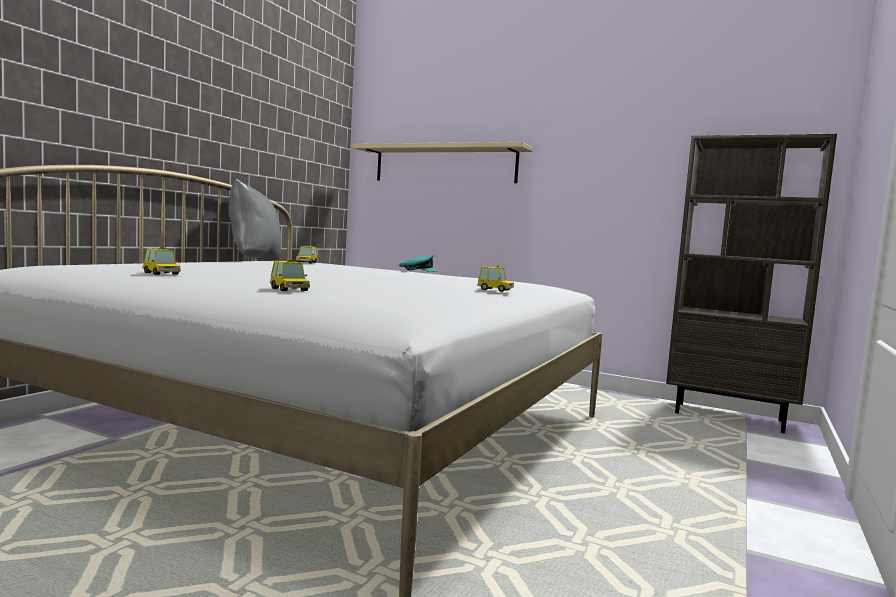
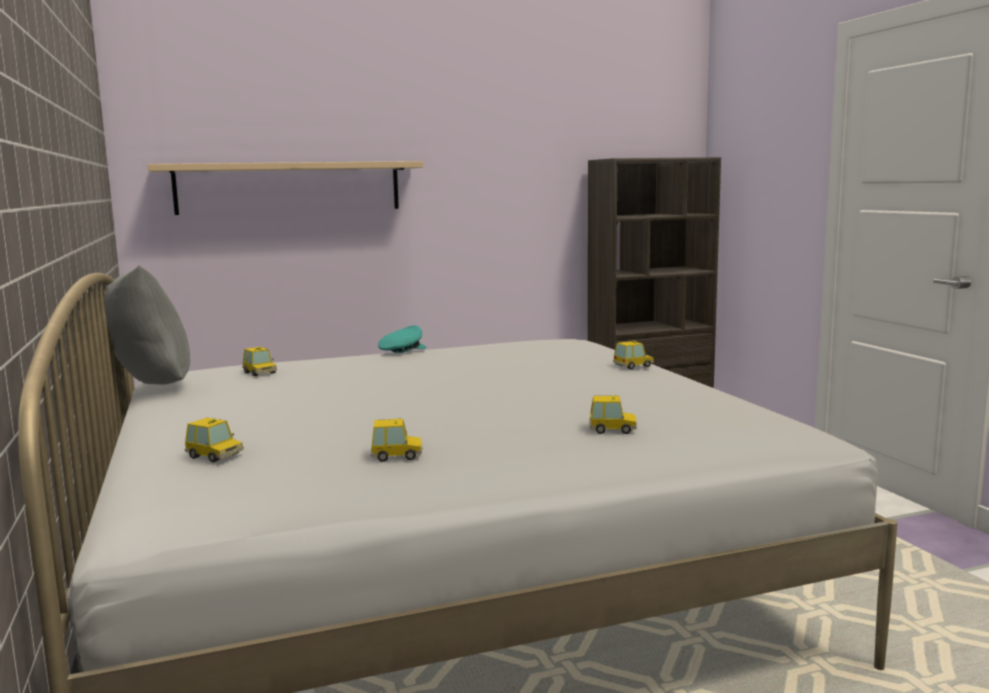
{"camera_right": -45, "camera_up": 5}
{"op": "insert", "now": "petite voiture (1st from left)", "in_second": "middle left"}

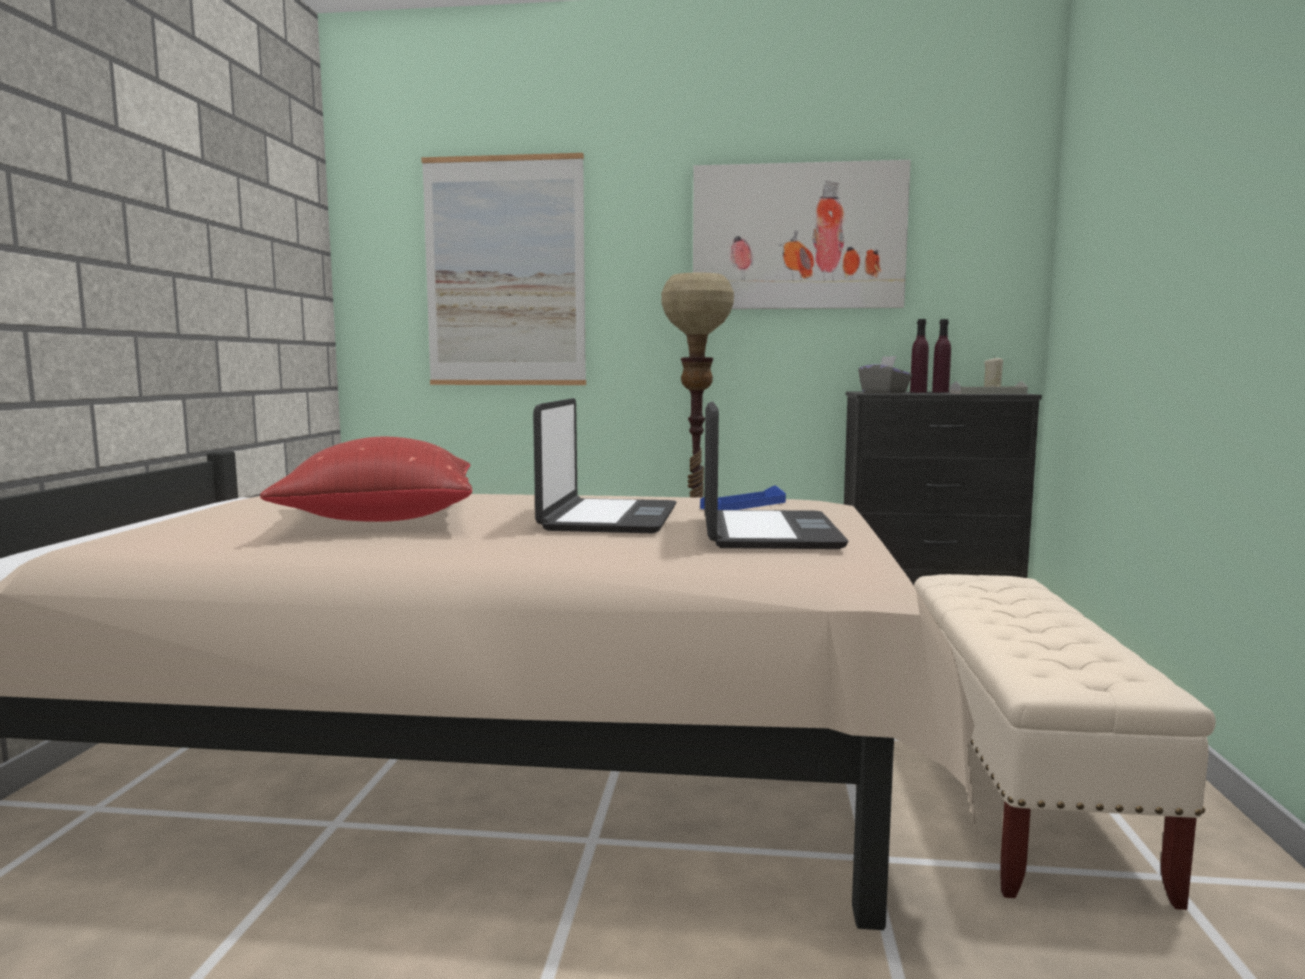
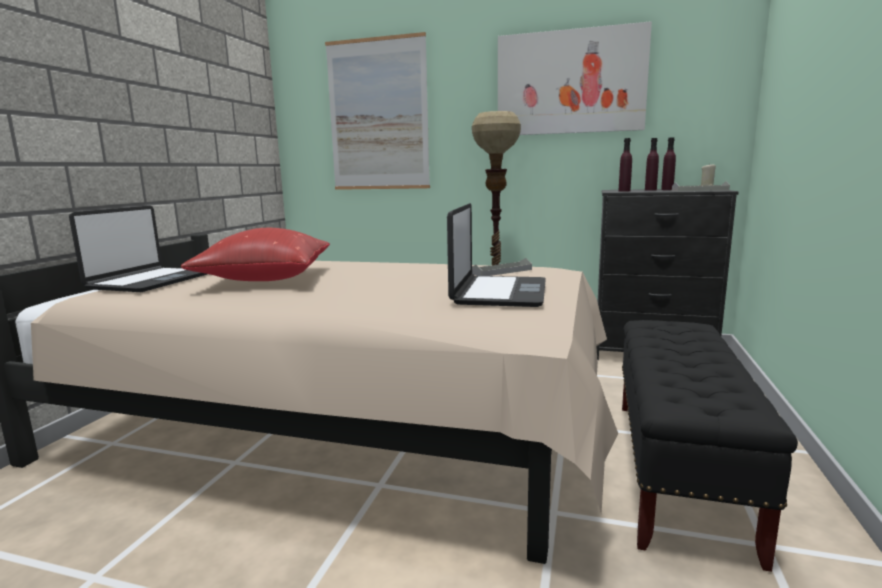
{"camera_right": 10, "camera_up": 5}
{"op": "move", "was": "ordinateur portable (1st from left)", "in_first": "centre", "in_second": "middle left"}
{"op": "recolor", "was": "plateau (bleu)", "now": "plateau (gris) (1st from left)", "in_first": "centre", "in_second": "centre"}
{"op": "replace", "was": "boîte à mouchoirs (gris)", "now": "bouteille (violet) (1st from left)", "in_first": "middle right", "in_second": "top right"}
{"op": "recolor", "was": "banc (beige)", "now": "banc (noir)", "in_first": "bottom right", "in_second": "bottom right"}

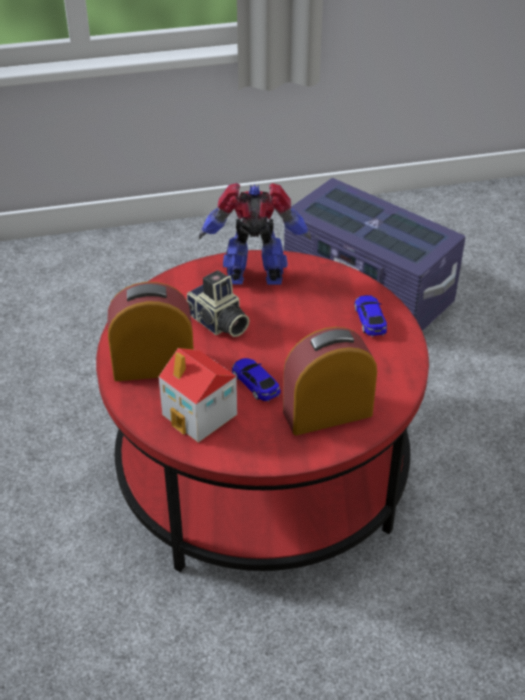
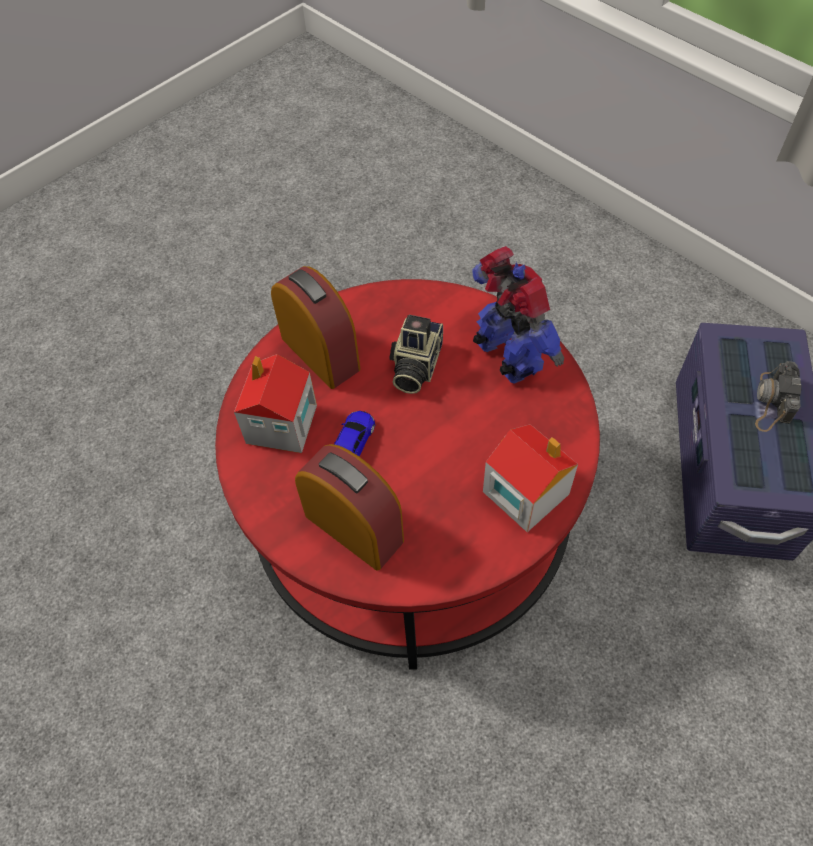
{"camera_right": 60, "camera_up": 15}
{"op": "replace", "was": "petite voiture (2nd from left)", "now": "maison miniature (2nd from left)", "in_first": "middle right", "in_second": "centre"}
{"op": "insert", "now": "appareil photo (2nd from left)", "in_second": "middle right"}

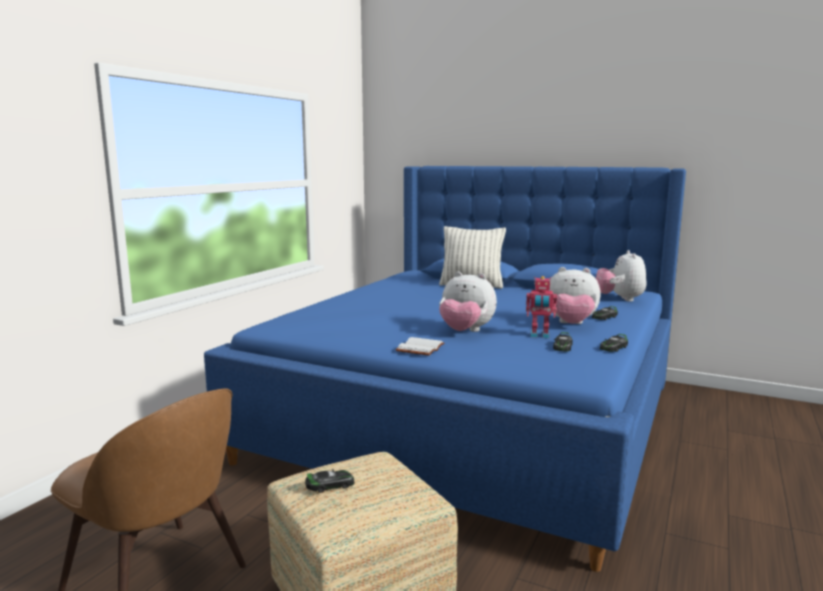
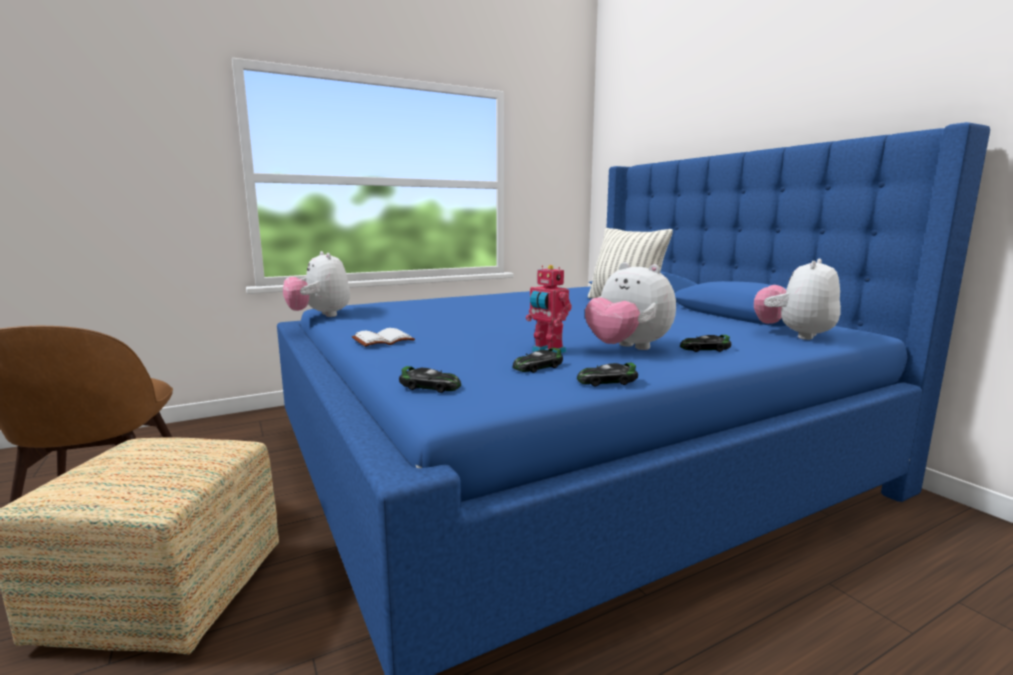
{"camera_right": 35, "camera_up": 0}
{"op": "move", "was": "petite voiture (1st from left)", "in_first": "bottom centre", "in_second": "centre"}
{"op": "move", "was": "peluche (1st from left)", "in_first": "centre", "in_second": "middle left"}

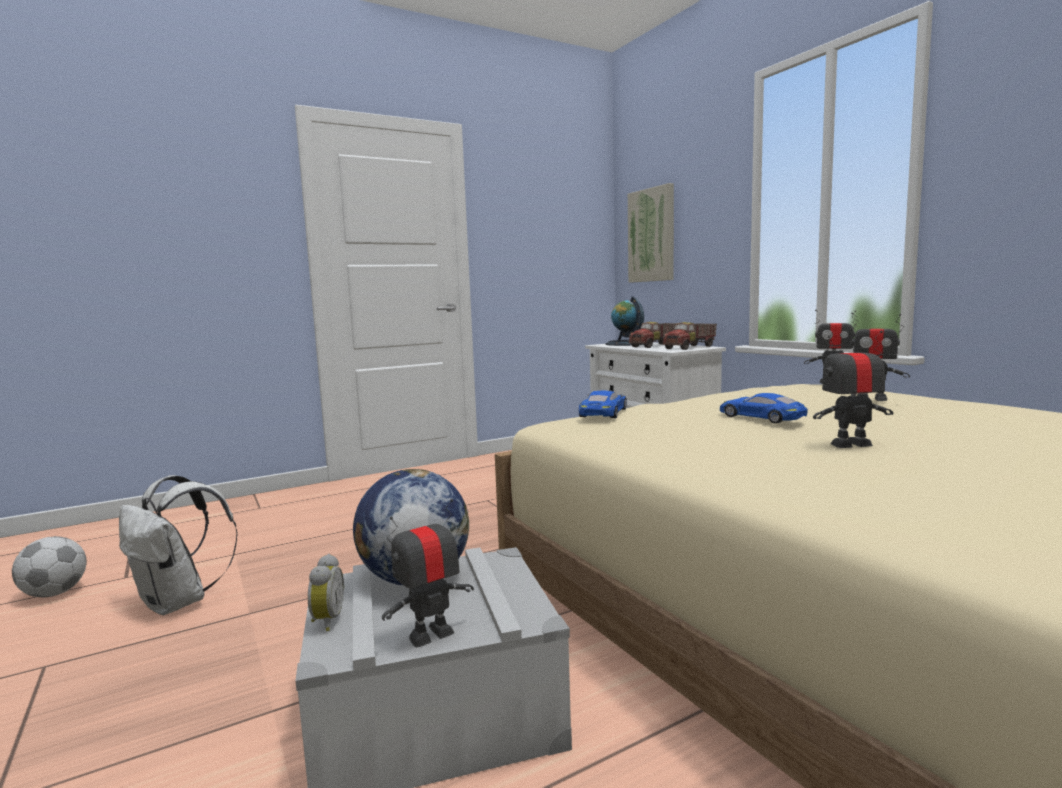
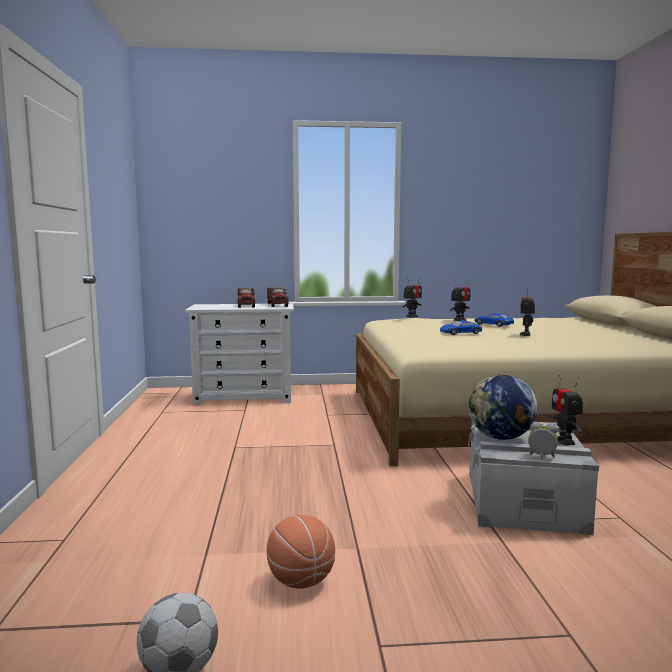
{"camera_right": -65, "camera_up": 0}
{"op": "replace", "was": "sac à dos (blanc)", "now": "ballon de basket", "in_first": "bottom left", "in_second": "bottom centre"}
{"op": "move", "was": "petite voiture (bleu) (1st from left in the first image)", "now": "petite voiture (bleu) (2nd from left)", "in_first": "centre", "in_second": "middle right"}
{"op": "delete", "was": "globe (2nd from left)", "in_first": "centre"}
{"op": "delete", "was": "tableau", "in_first": "top centre"}

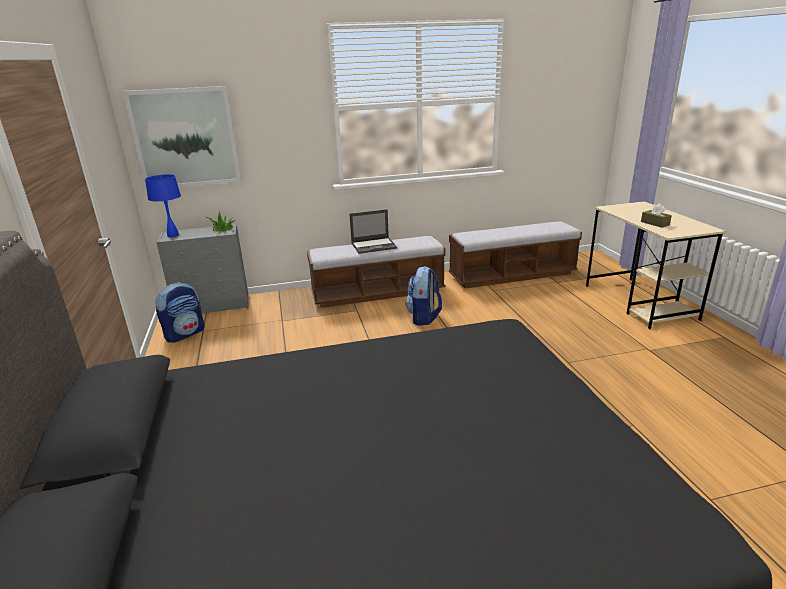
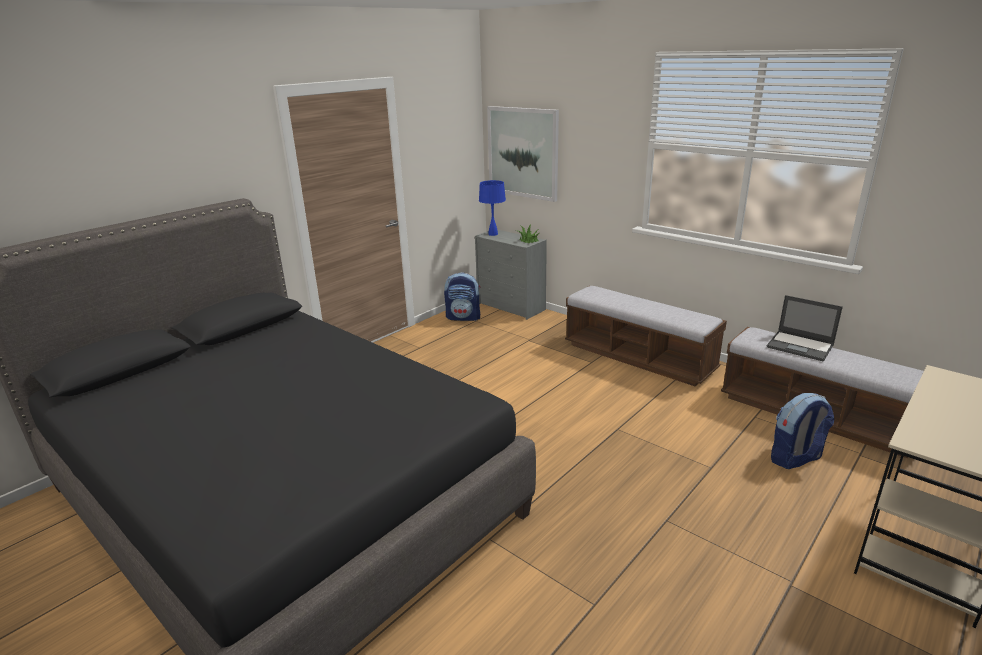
{"camera_right": 55, "camera_up": 0}
{"op": "move", "was": "ordinateur portable", "in_first": "centre", "in_second": "middle right"}
{"op": "move", "was": "sac à dos (2nd from left)", "in_first": "centre", "in_second": "middle right"}
{"op": "delete", "was": "boîte à mouchoirs (marron)", "in_first": "middle right"}

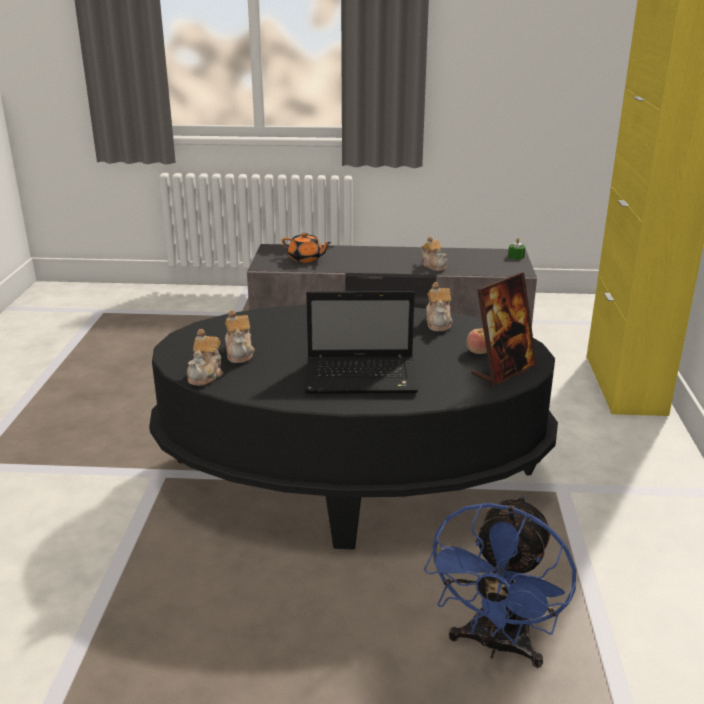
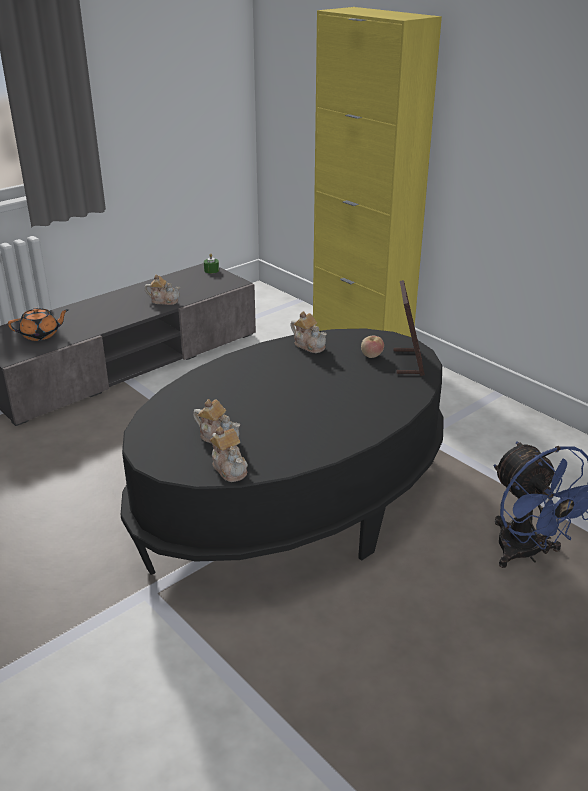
{"camera_right": -45, "camera_up": 5}
{"op": "delete", "was": "ordinateur portable", "in_first": "centre"}

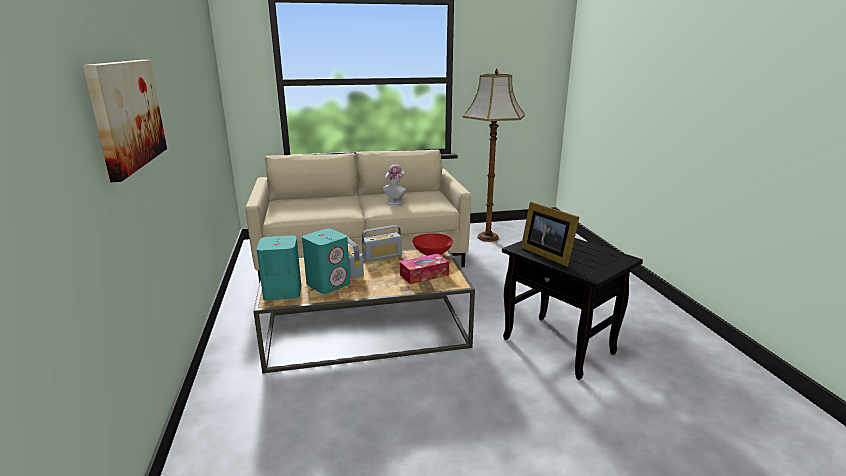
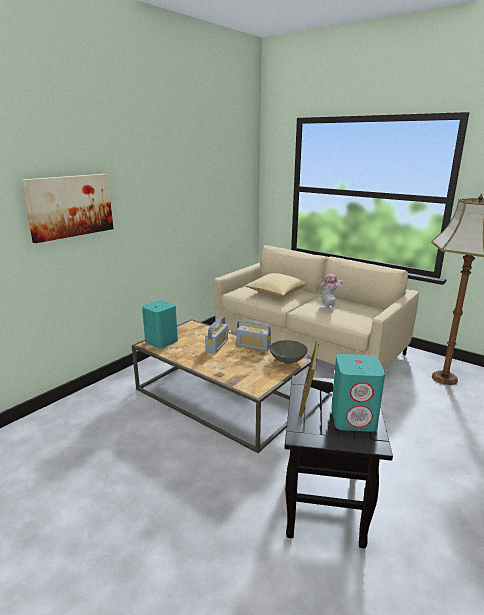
{"camera_right": 50, "camera_up": 0}
{"op": "move", "was": "enceinte (turquoise) (2nd from left)", "in_first": "centre", "in_second": "middle right"}
{"op": "delete", "was": "boîte à mouchoirs", "in_first": "centre"}
{"op": "recolor", "was": "bol (rouge)", "now": "bol (gris)", "in_first": "centre", "in_second": "centre"}
{"op": "insert", "now": "coussin", "in_second": "centre"}

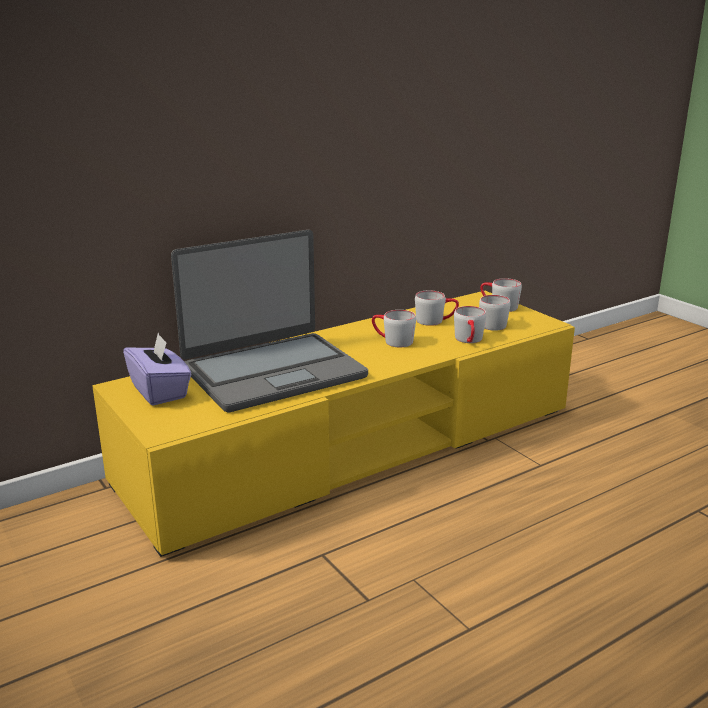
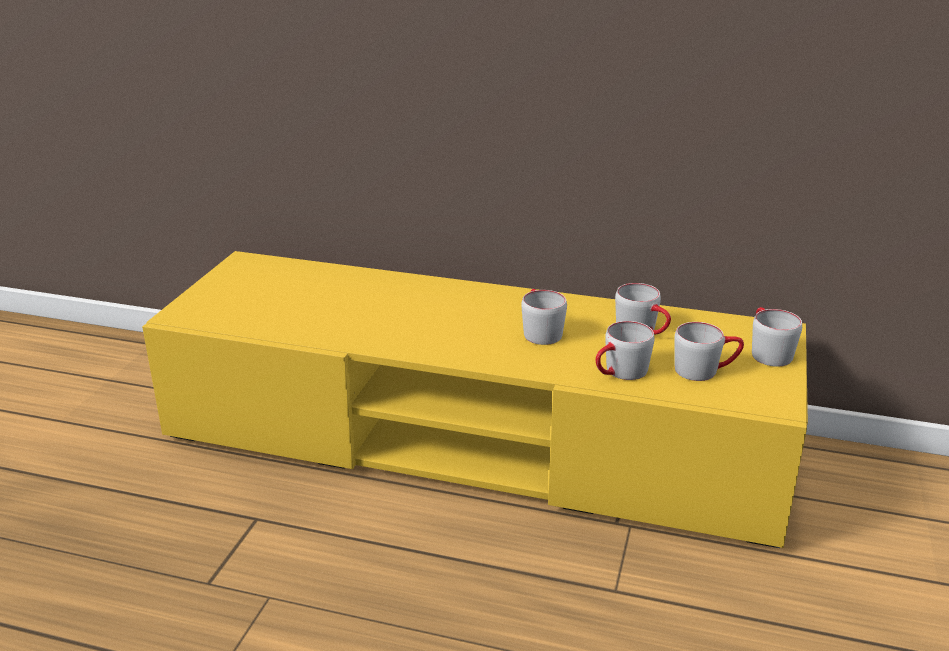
{"camera_right": 50, "camera_up": 5}
{"op": "delete", "was": "boîte à mouchoirs (violet)", "in_first": "middle left"}
{"op": "delete", "was": "ordinateur portable", "in_first": "centre"}

